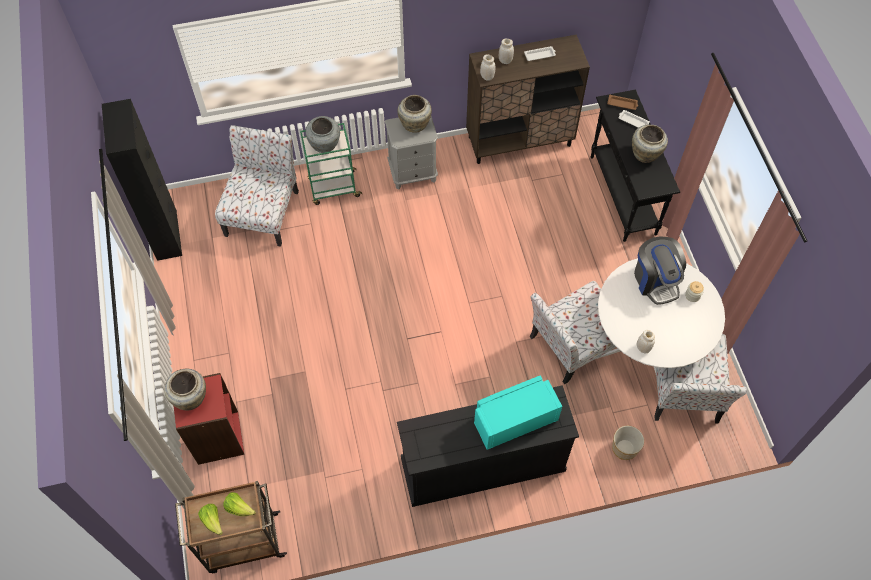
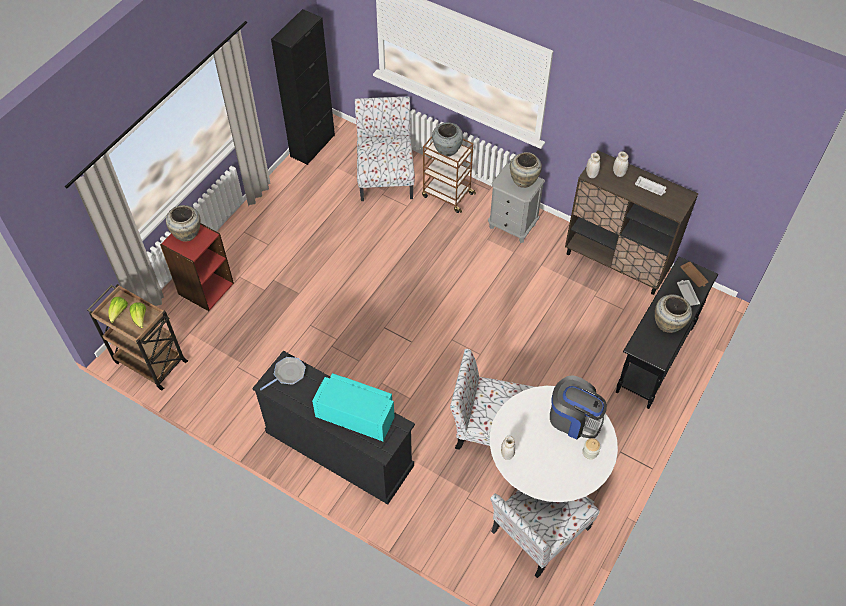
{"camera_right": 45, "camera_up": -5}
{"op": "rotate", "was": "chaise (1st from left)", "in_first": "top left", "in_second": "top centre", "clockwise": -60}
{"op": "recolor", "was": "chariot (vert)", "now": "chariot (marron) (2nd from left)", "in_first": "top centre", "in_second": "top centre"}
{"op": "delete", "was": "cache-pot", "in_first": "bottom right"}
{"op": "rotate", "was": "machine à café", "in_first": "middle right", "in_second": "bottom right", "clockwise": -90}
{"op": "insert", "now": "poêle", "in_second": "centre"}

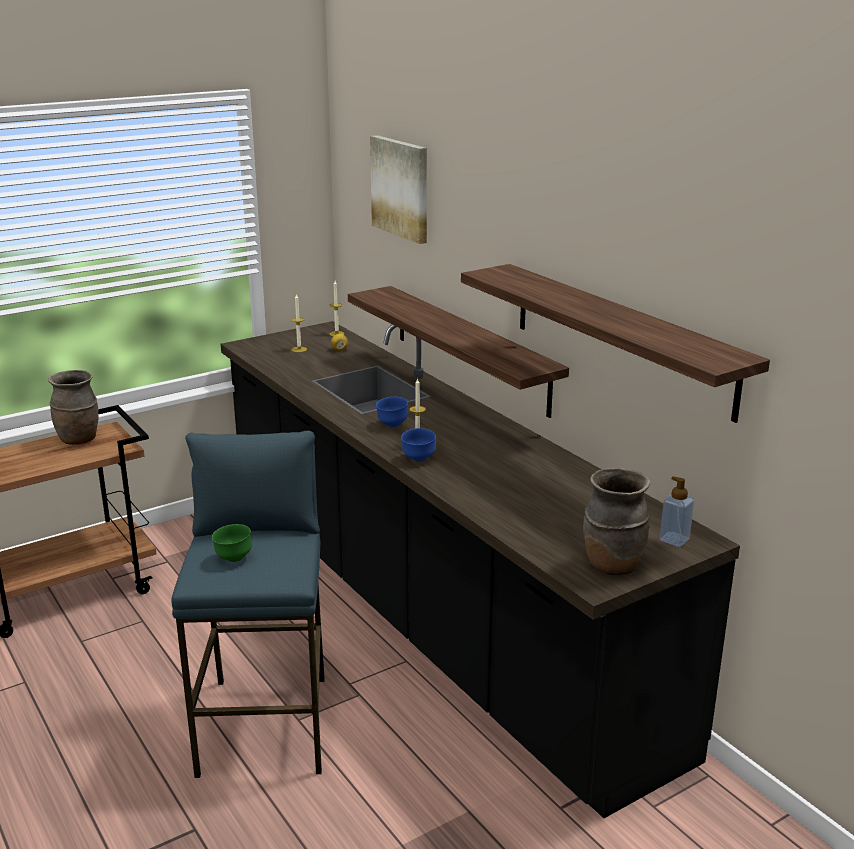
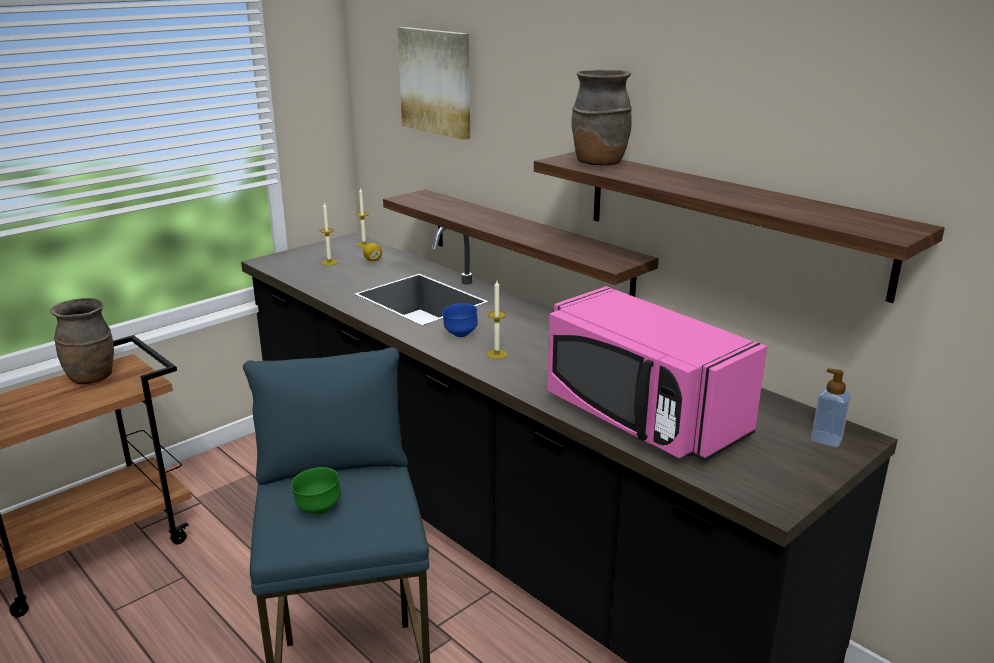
{"camera_right": -10, "camera_up": 0}
{"op": "delete", "was": "bol (bleu) (2nd from left)", "in_first": "centre"}
{"op": "move", "was": "vase (marron) (2nd from left)", "in_first": "middle right", "in_second": "top centre"}
{"op": "insert", "now": "micro-ondes (rose)", "in_second": "centre"}

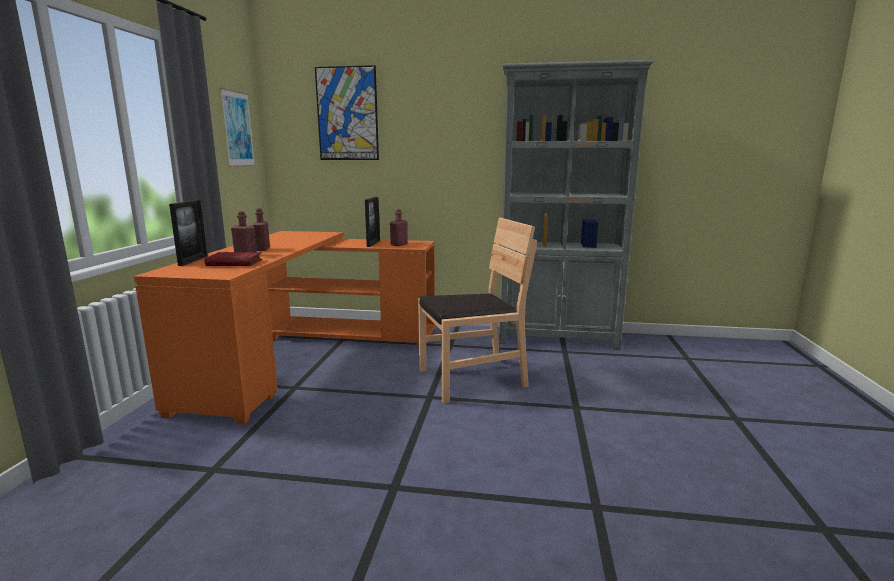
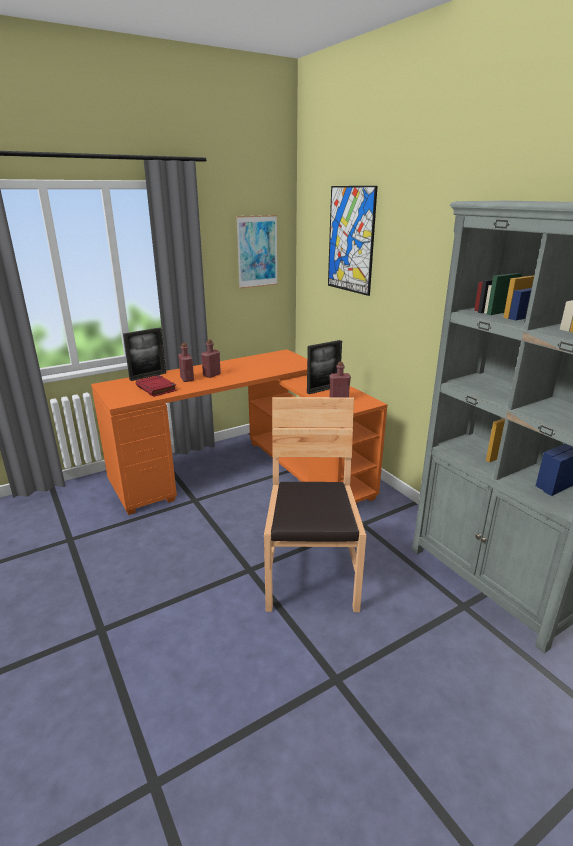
{"camera_right": 50, "camera_up": 10}
{"op": "rotate", "was": "chaise (marron)", "in_first": "centre", "in_second": "centre", "clockwise": -120}

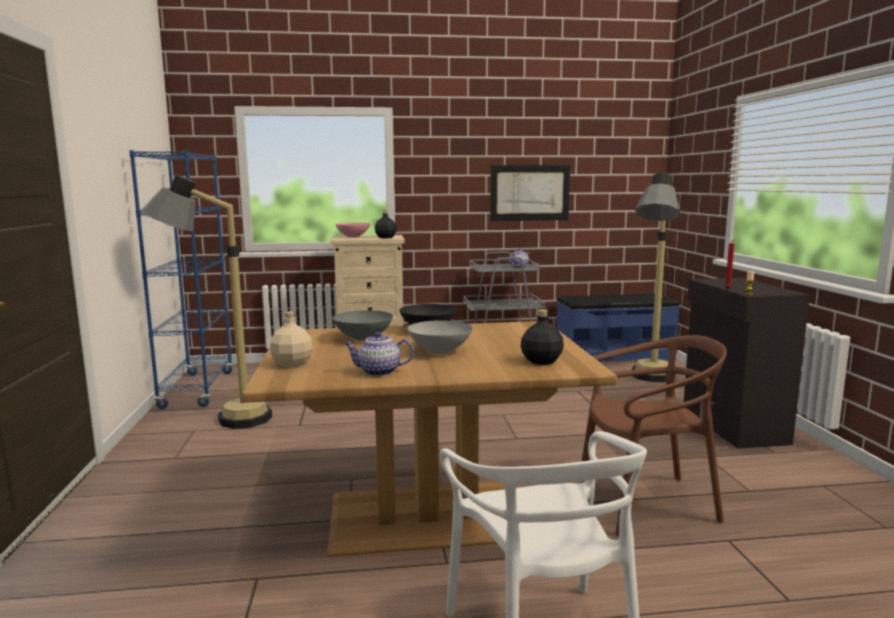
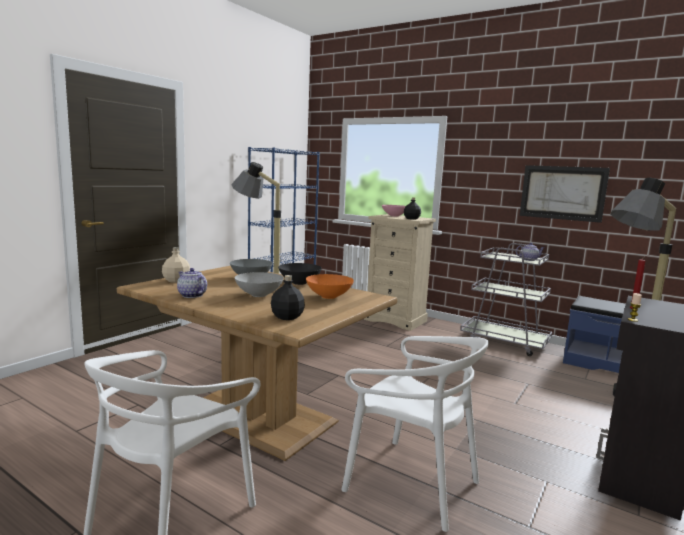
{"camera_right": 40, "camera_up": 0}
{"op": "recolor", "was": "chaise (marron)", "now": "chaise (blanc) (2nd from left)", "in_first": "bottom right", "in_second": "bottom centre"}
{"op": "insert", "now": "bol (orange)", "in_second": "centre"}

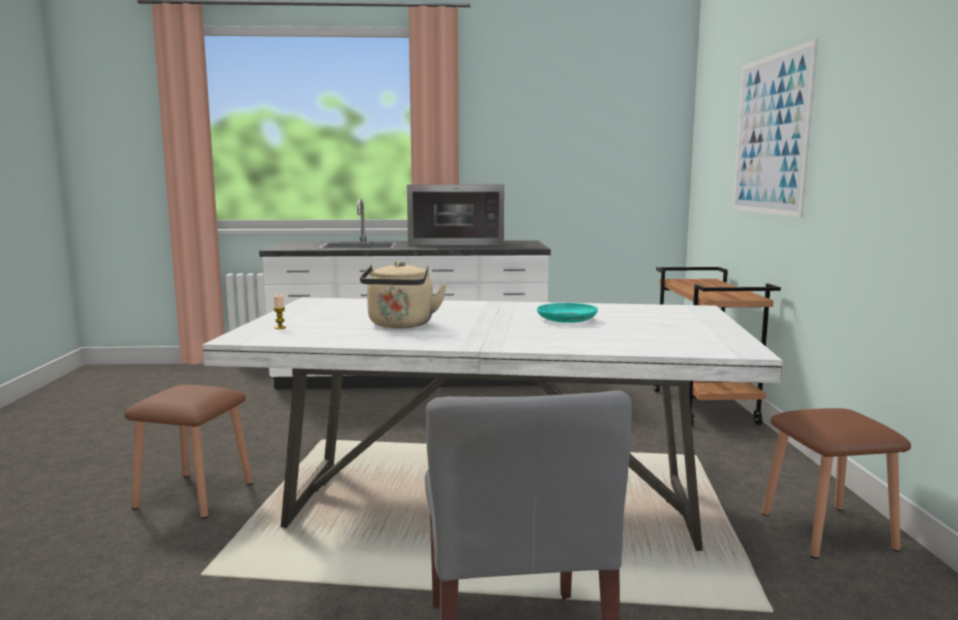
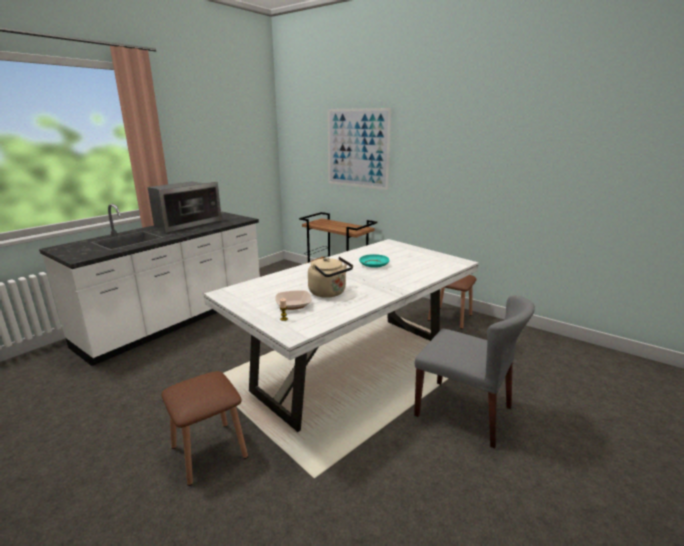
{"camera_right": -50, "camera_up": 10}
{"op": "insert", "now": "bol", "in_second": "centre"}

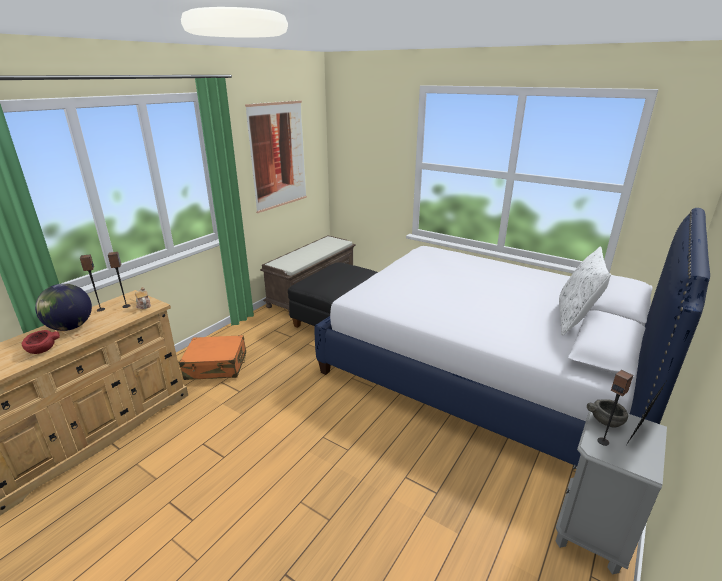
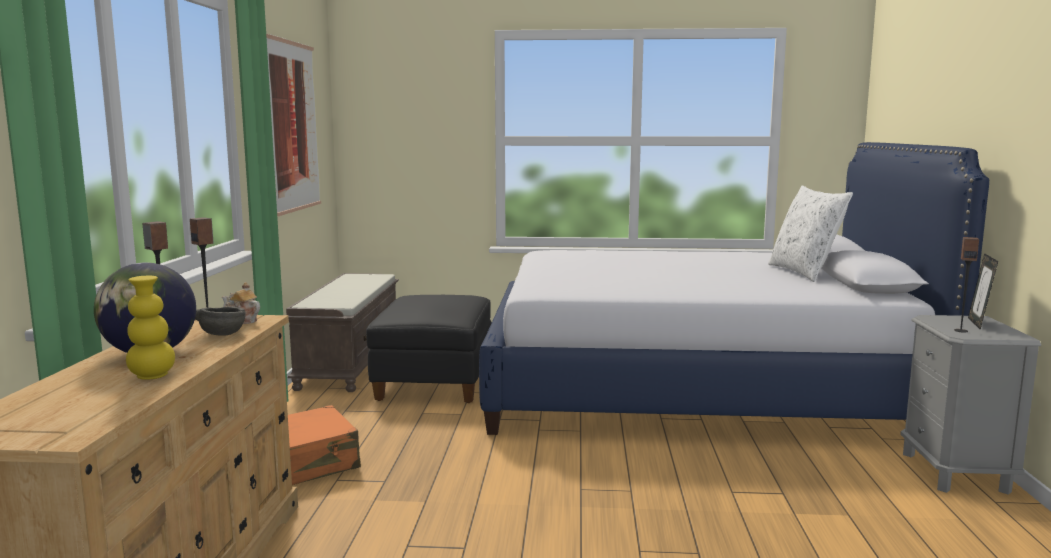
{"camera_right": -30, "camera_up": -15}
{"op": "replace", "was": "bol (rouge)", "now": "vase (jaune)", "in_first": "middle left", "in_second": "middle left"}
{"op": "move", "was": "bol (gris)", "in_first": "bottom right", "in_second": "middle left"}

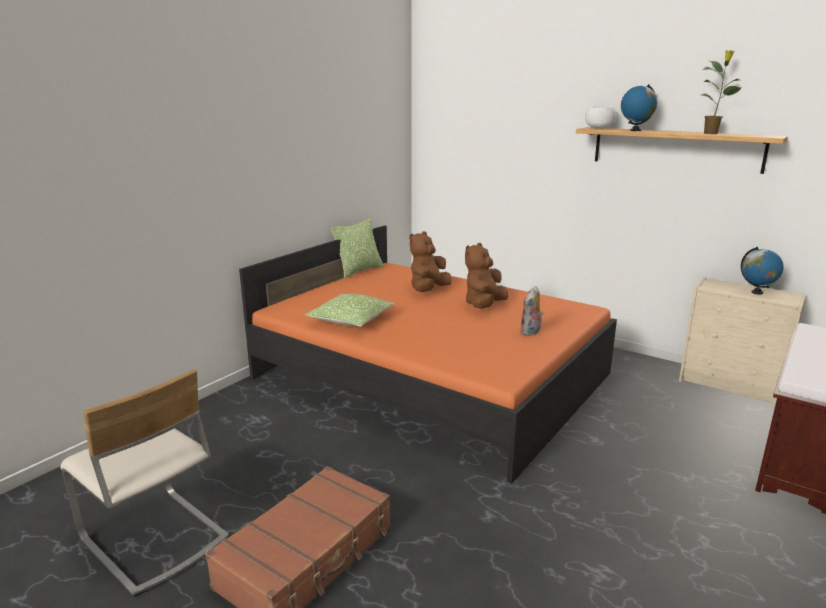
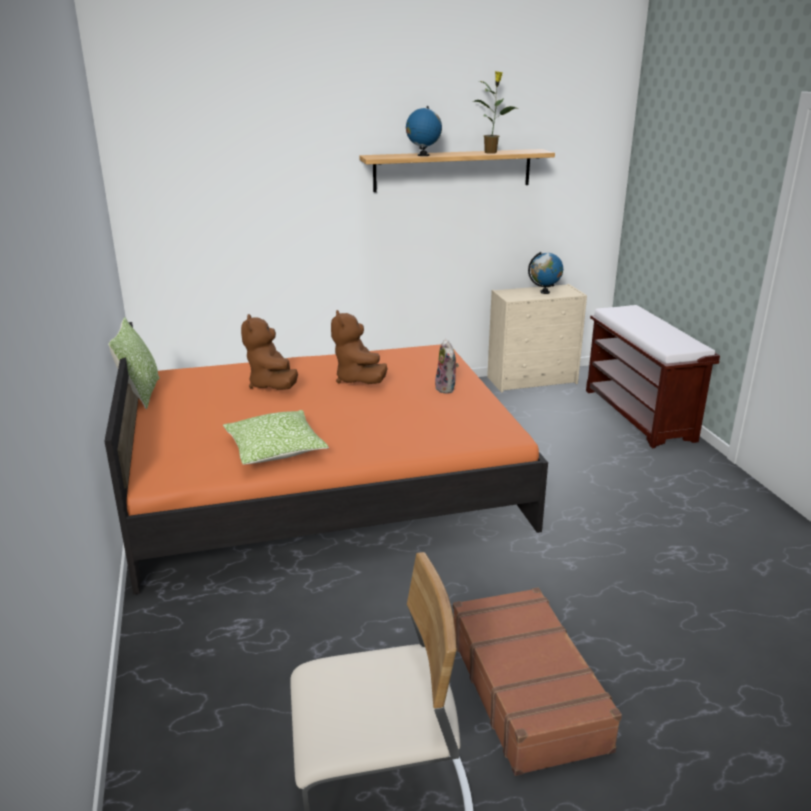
{"camera_right": -50, "camera_up": 5}
{"op": "delete", "was": "bol (blanc)", "in_first": "top right"}

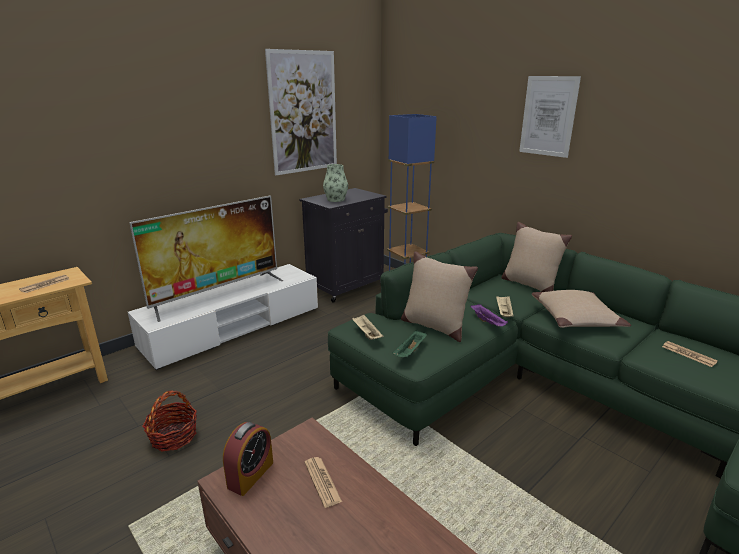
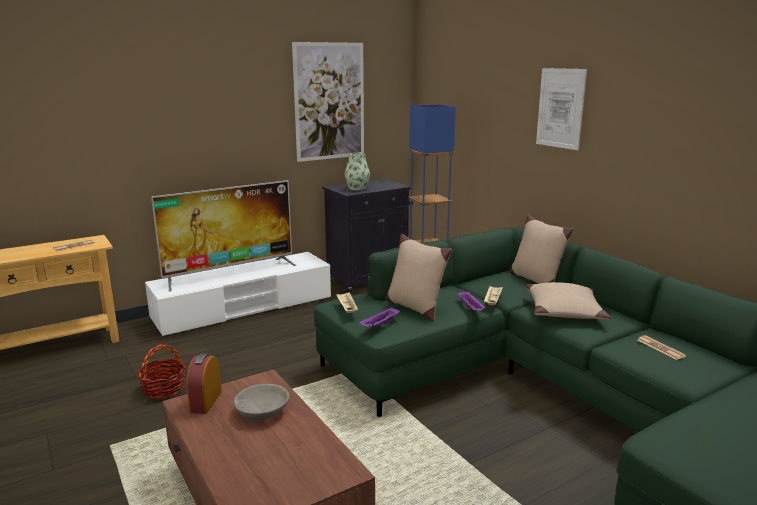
{"camera_right": 10, "camera_up": -5}
{"op": "rotate", "was": "réveil", "in_first": "bottom centre", "in_second": "bottom left", "clockwise": 150}
{"op": "replace", "was": "journal (2nd from left)", "now": "bol (gris)", "in_first": "bottom centre", "in_second": "bottom centre"}
{"op": "recolor", "was": "plateau (vert)", "now": "plateau (violet) (1st from left)", "in_first": "centre", "in_second": "centre"}

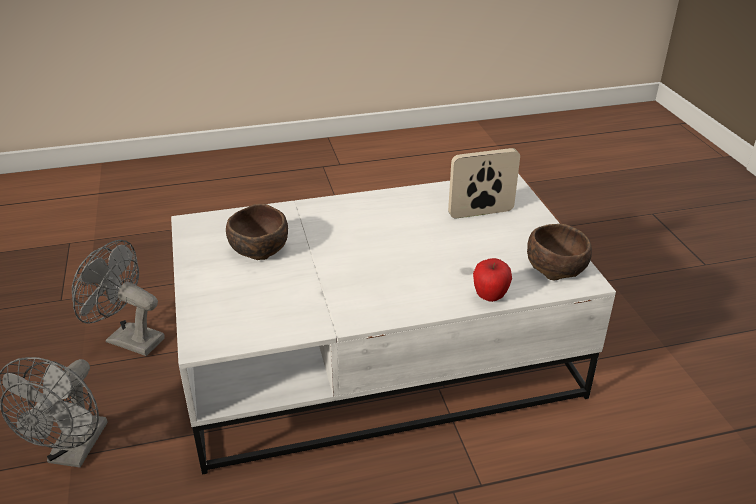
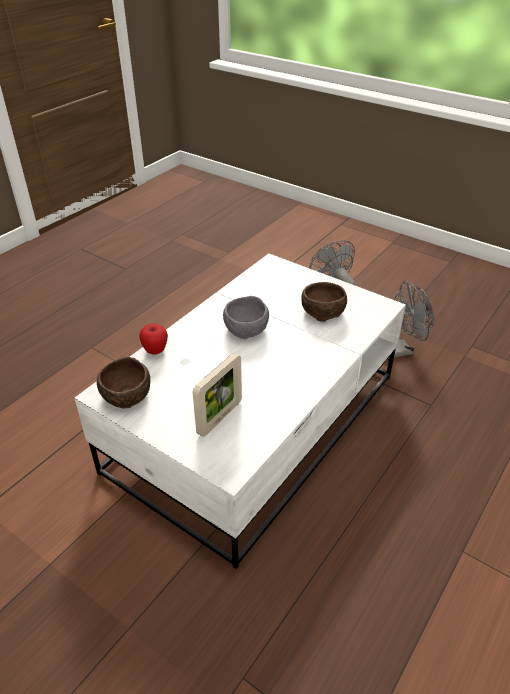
{"camera_right": 140, "camera_up": 5}
{"op": "insert", "now": "bol (gris)", "in_second": "centre"}

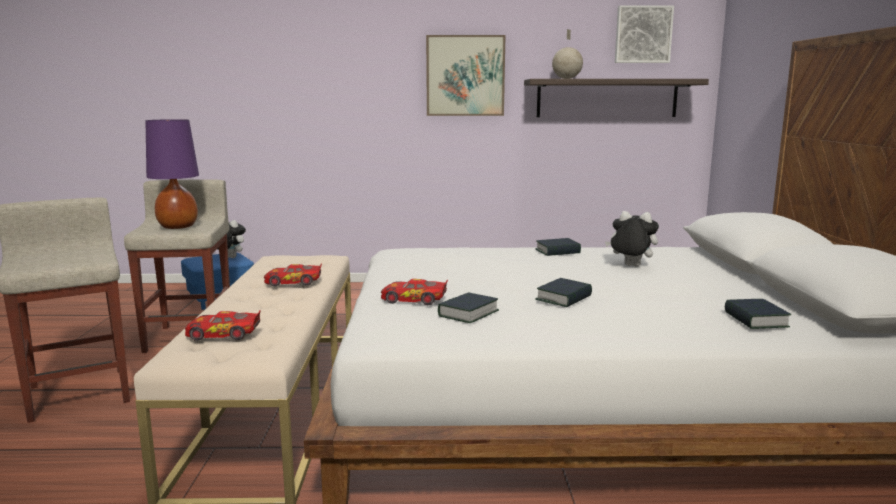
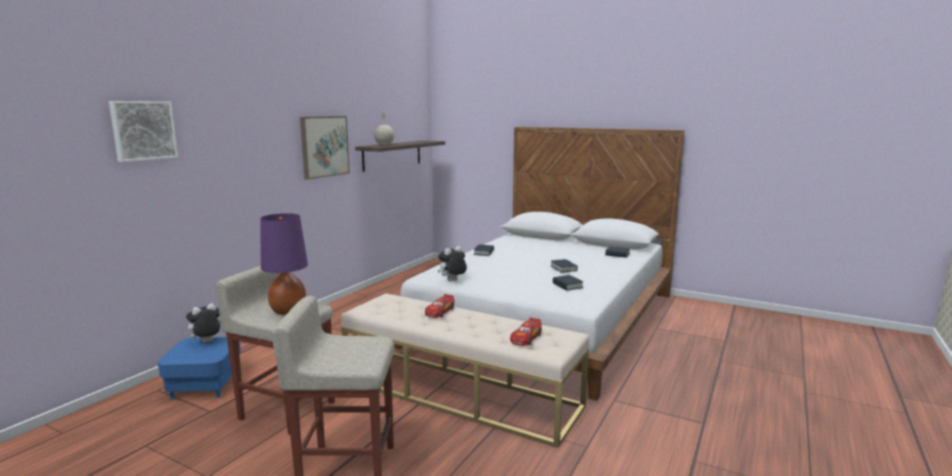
{"camera_right": -60, "camera_up": 0}
{"op": "delete", "was": "petite voiture (3rd from left)", "in_first": "centre"}
{"op": "move", "was": "peluche (2nd from left)", "in_first": "middle right", "in_second": "centre"}
{"op": "move", "was": "tableau (2nd from left in the first image)", "now": "tableau (1st from left)", "in_first": "top right", "in_second": "top left"}

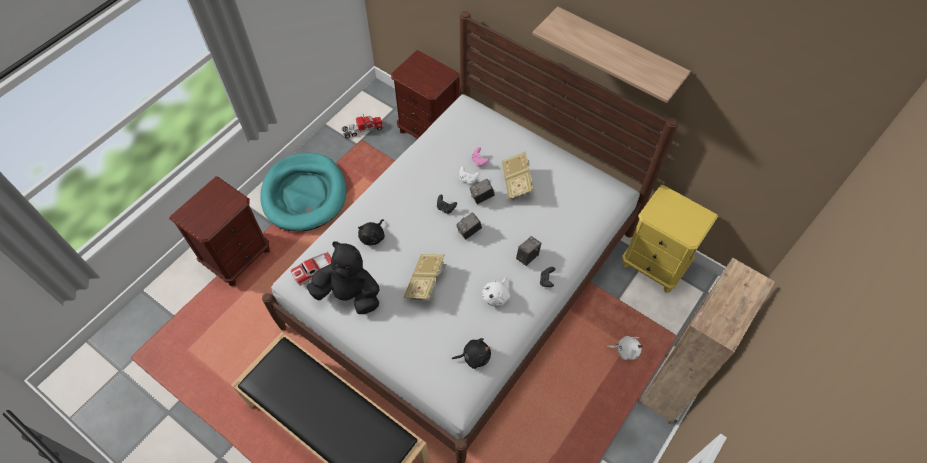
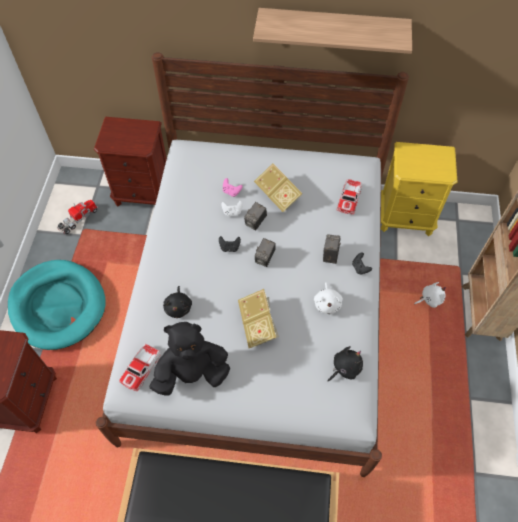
{"camera_right": -30, "camera_up": 0}
{"op": "insert", "now": "petite voiture (2nd from left)", "in_second": "middle right"}

